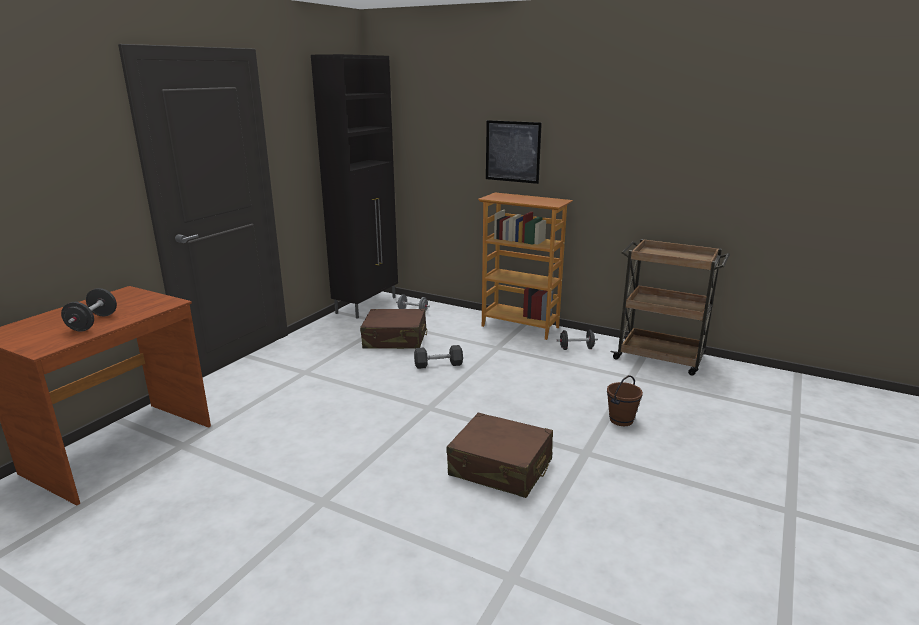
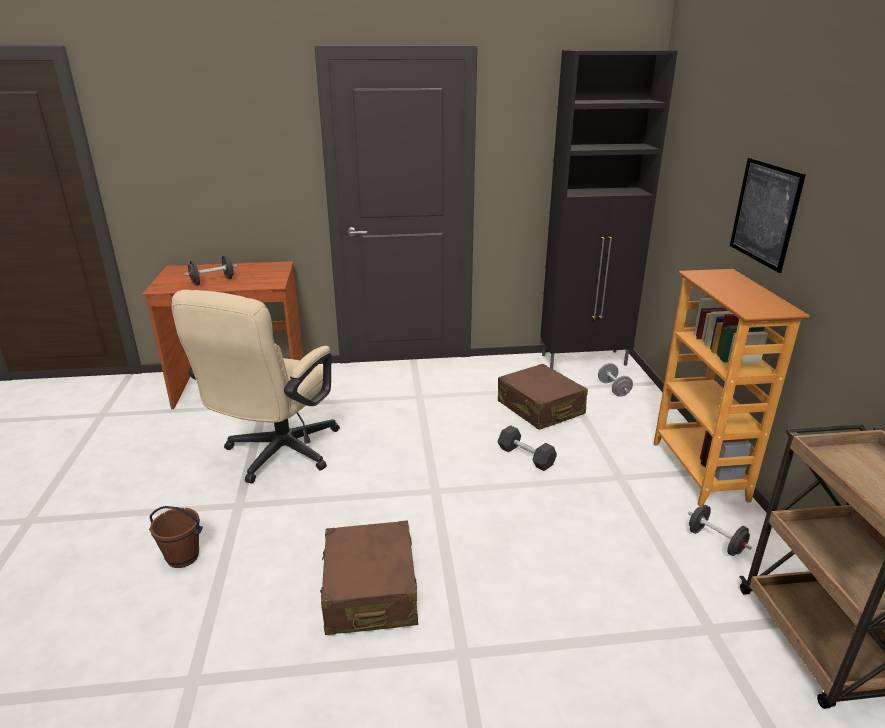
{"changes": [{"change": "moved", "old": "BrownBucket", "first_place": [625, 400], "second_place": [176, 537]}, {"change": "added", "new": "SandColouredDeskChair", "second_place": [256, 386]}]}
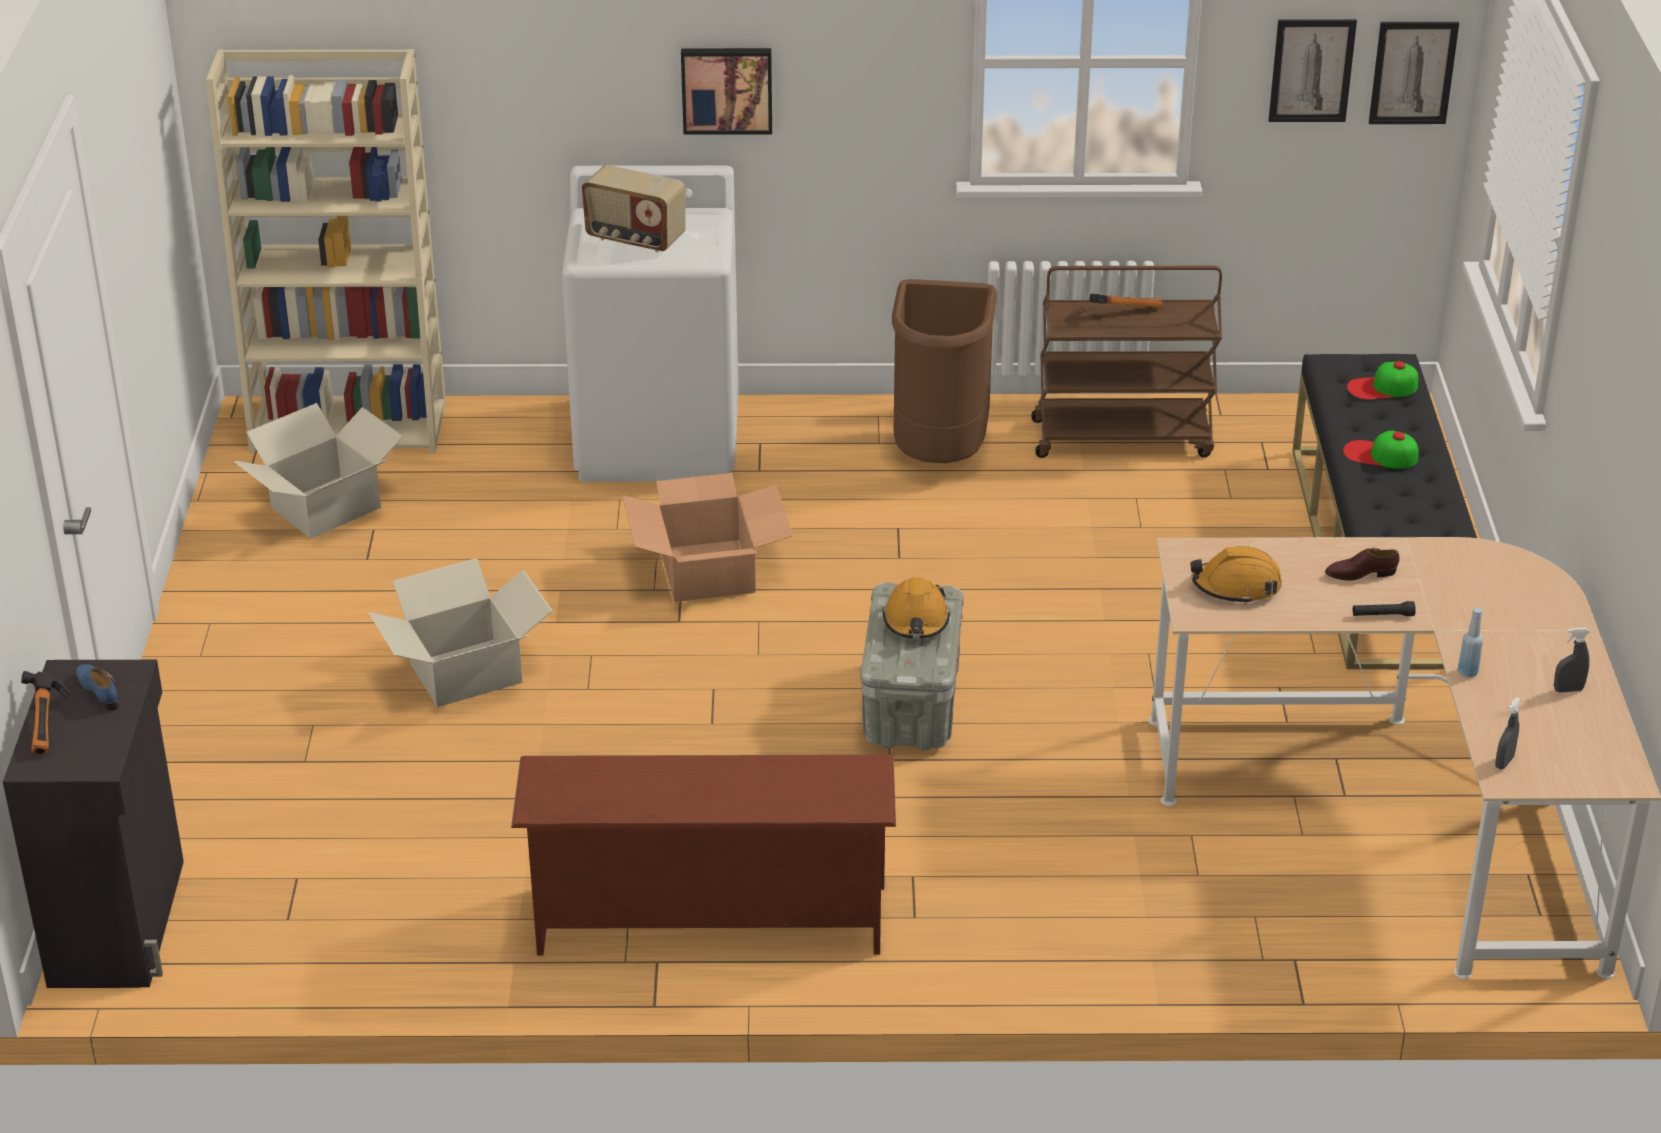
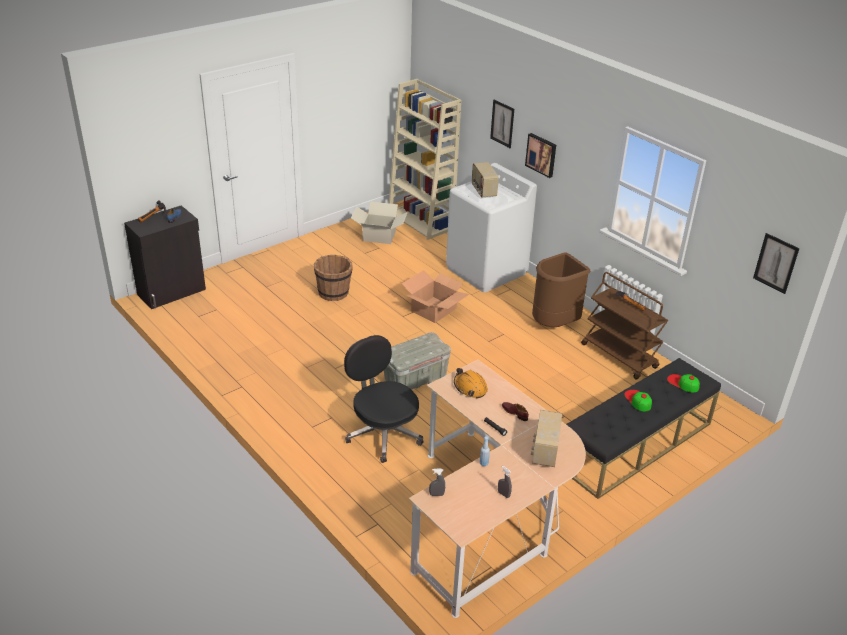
{"changes": [{"change": "replaced", "old": "PackingBox", "new": "BrownBucket", "first_place": [460, 632], "second_place": [333, 278]}, {"change": "added", "new": "BlackDeskChair", "second_place": [384, 399]}, {"change": "moved", "old": "WallArt", "first_place": [1312, 70], "second_place": [502, 124]}, {"change": "added", "new": "RadioSet", "second_place": [546, 438]}, {"change": "removed", "old": "BrownShoeStand", "first_place": [703, 855]}, {"change": "removed", "old": "OrangeSafetyHelmet", "first_place": [916, 608]}]}
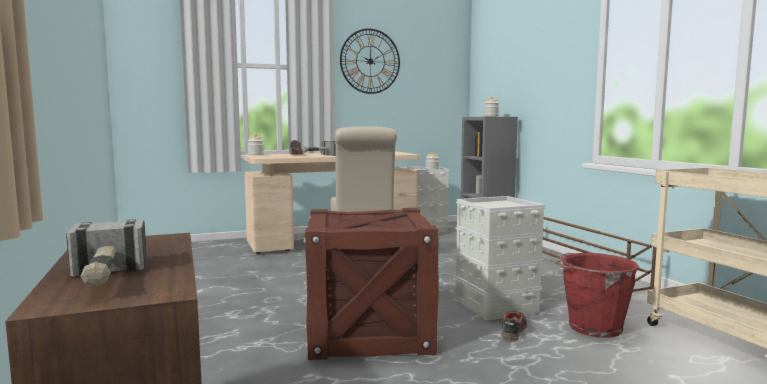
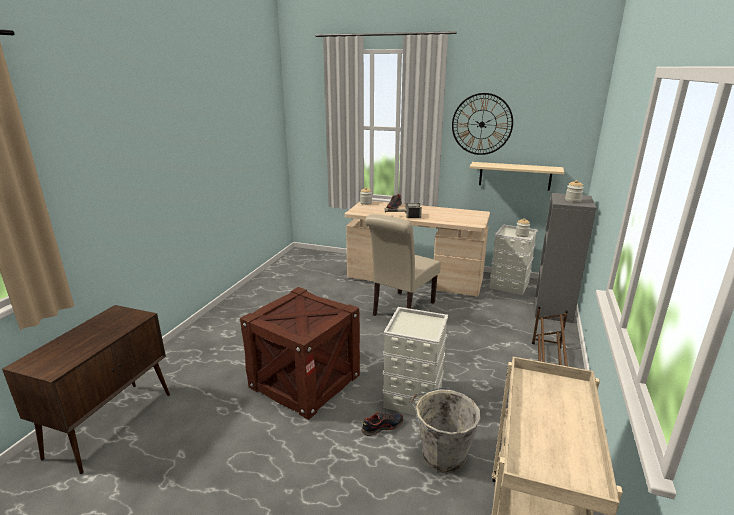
{"changes": [{"change": "recoloured", "old": "RedBucket", "new": "GreyBucket", "first_place": [597, 295], "second_place": [445, 430]}, {"change": "added", "new": "SandColouredBracketShelf", "second_place": [517, 176]}, {"change": "removed", "old": "ToolHammer", "first_place": [106, 253]}]}
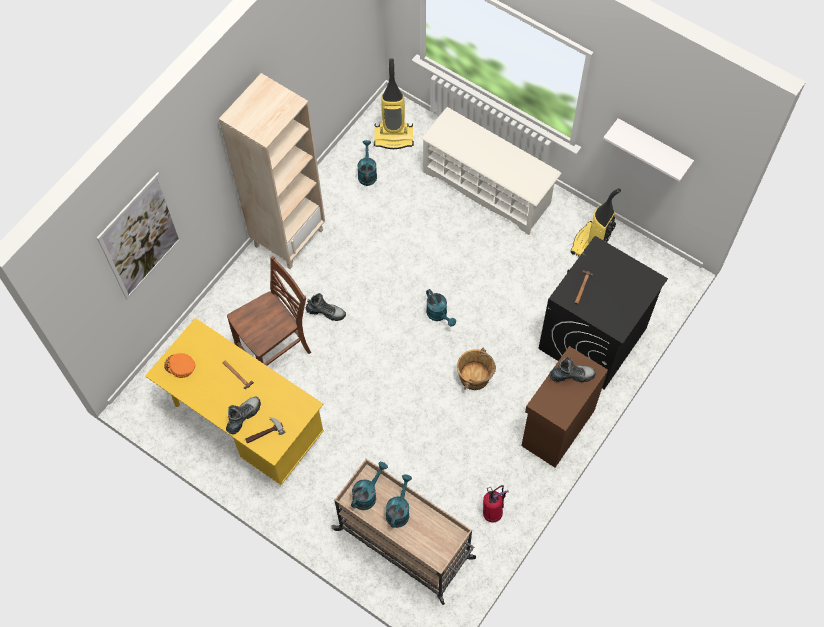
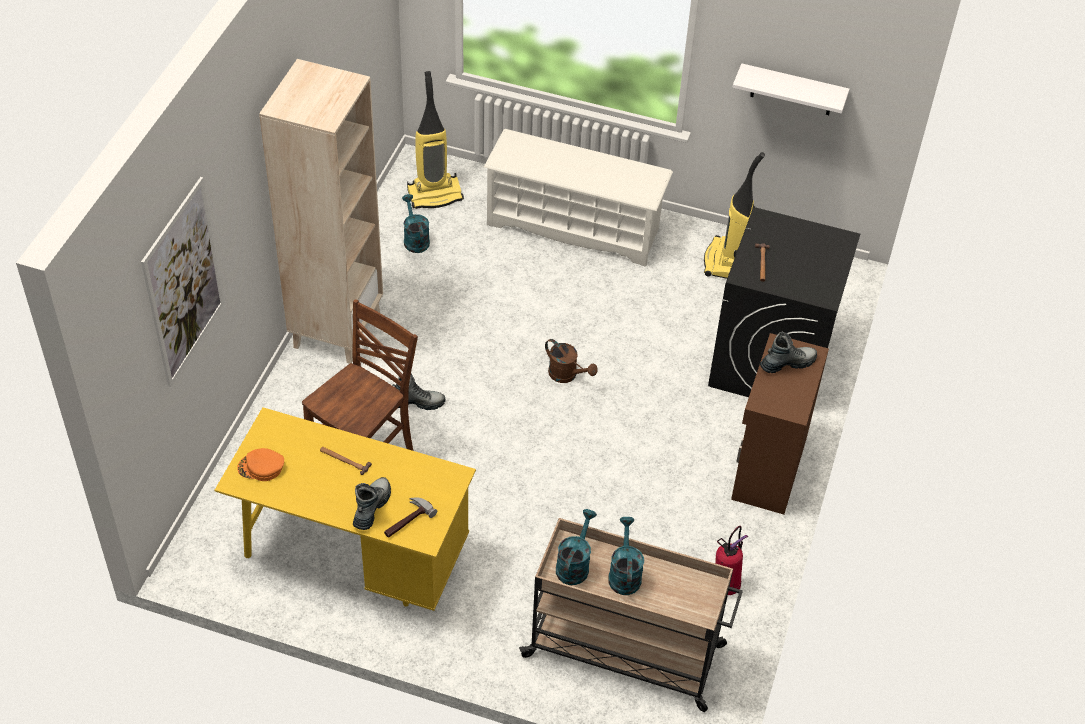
{"changes": [{"change": "recoloured", "old": "TurquoiseColouredWateringCan", "new": "BrownWateringCan", "first_place": [441, 307], "second_place": [571, 361]}, {"change": "removed", "old": "BrownBucket", "first_place": [476, 369]}]}
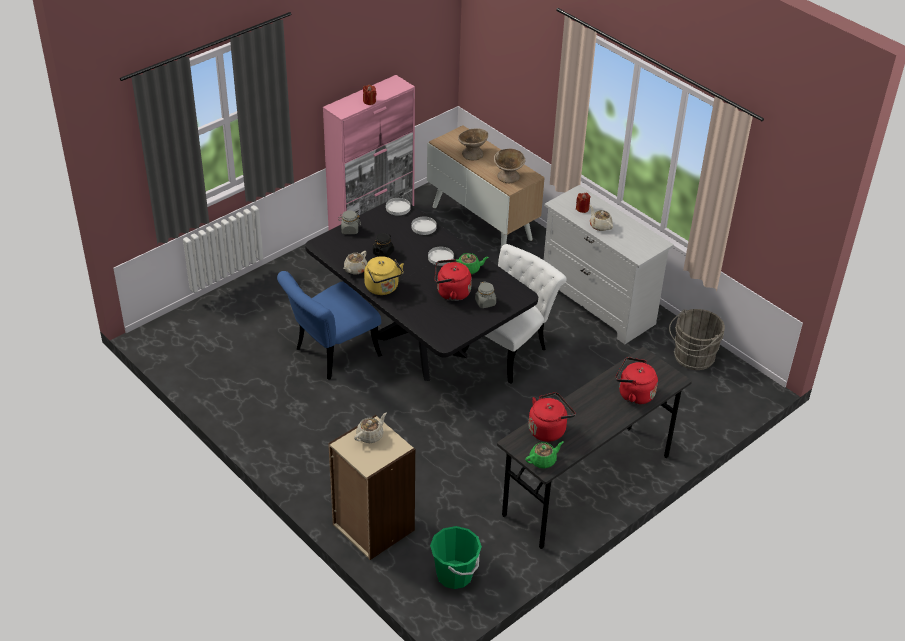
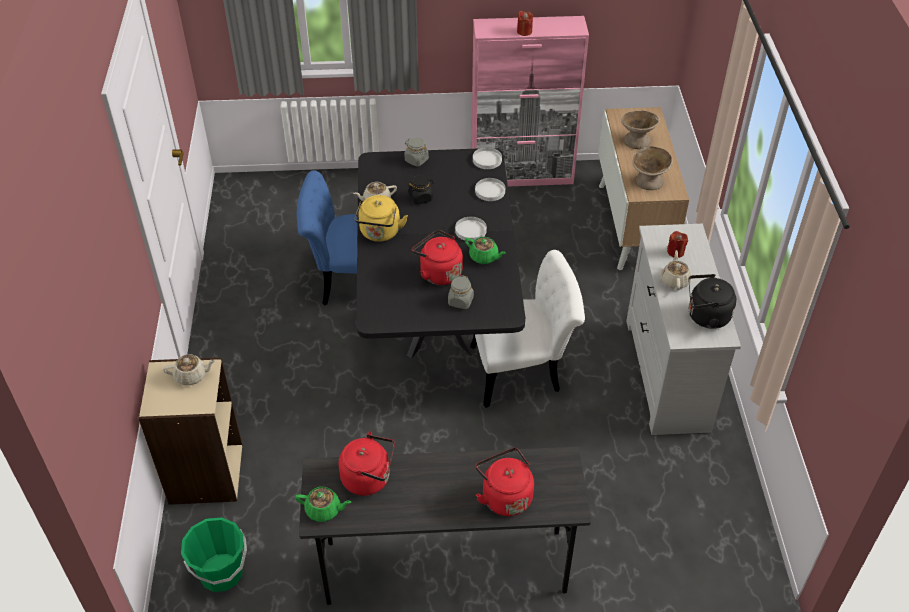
{"changes": [{"change": "added", "new": "BlackWaterKettle", "second_place": [713, 301]}, {"change": "removed", "old": "GreyBucket", "first_place": [697, 339]}]}
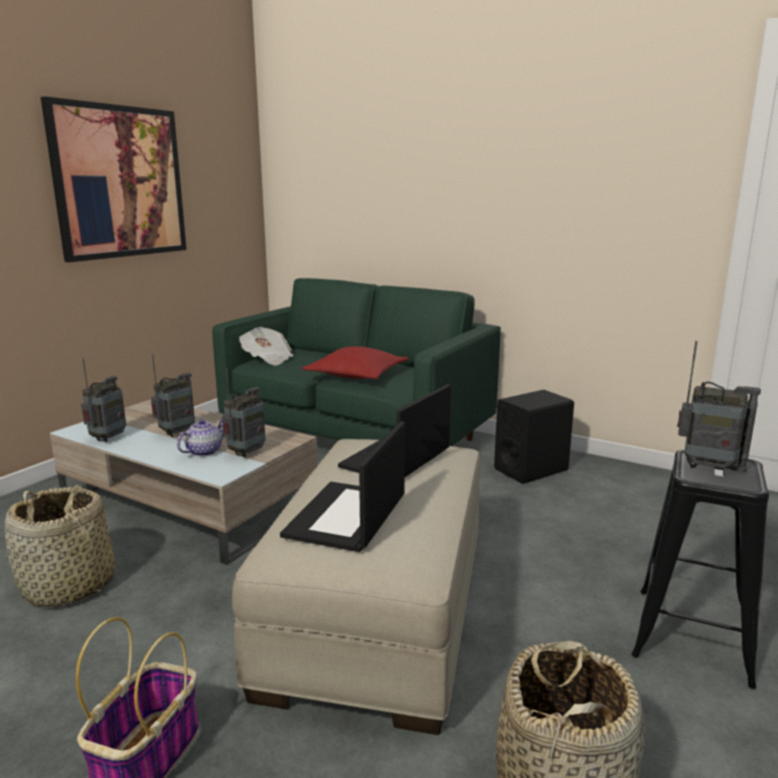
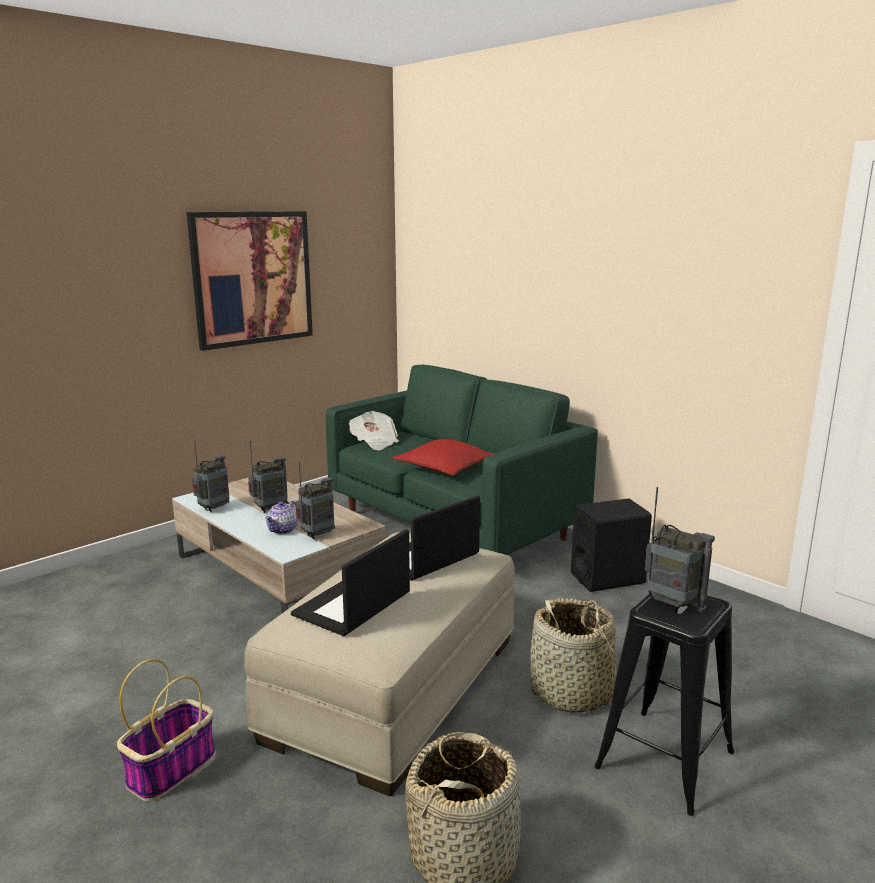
{"changes": [{"change": "turned", "old": "PotForTea", "first_place": [200, 438], "second_place": [281, 517], "degrees": 150}, {"change": "moved", "old": "StorageBasket", "first_place": [60, 546], "second_place": [574, 655]}]}
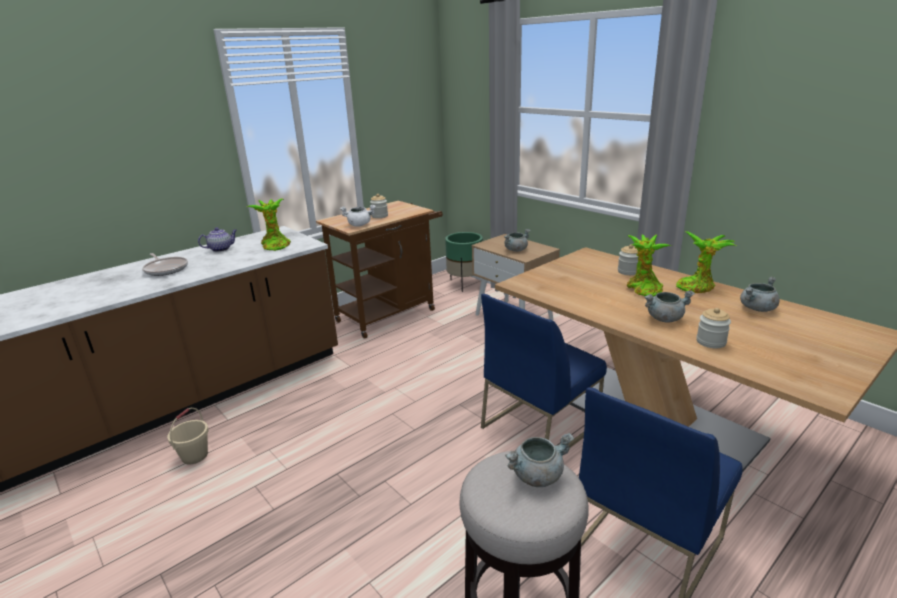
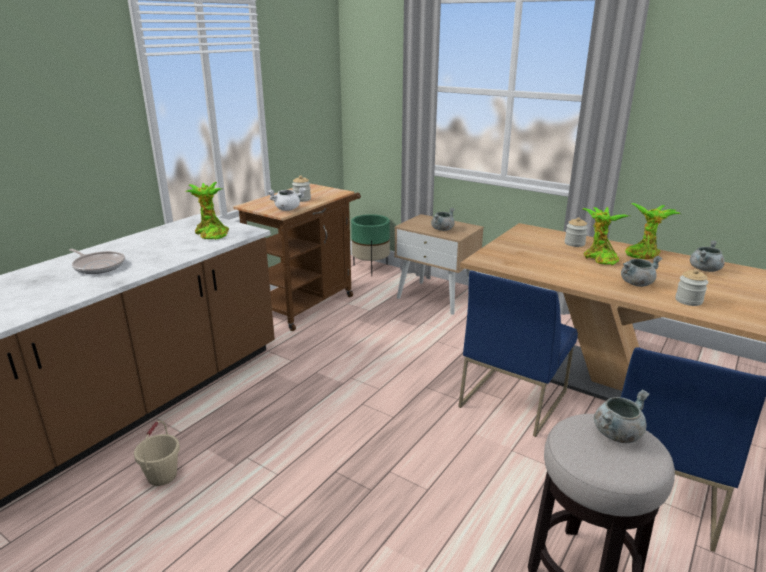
{"changes": [{"change": "removed", "old": "PotForTea", "first_place": [217, 240]}]}
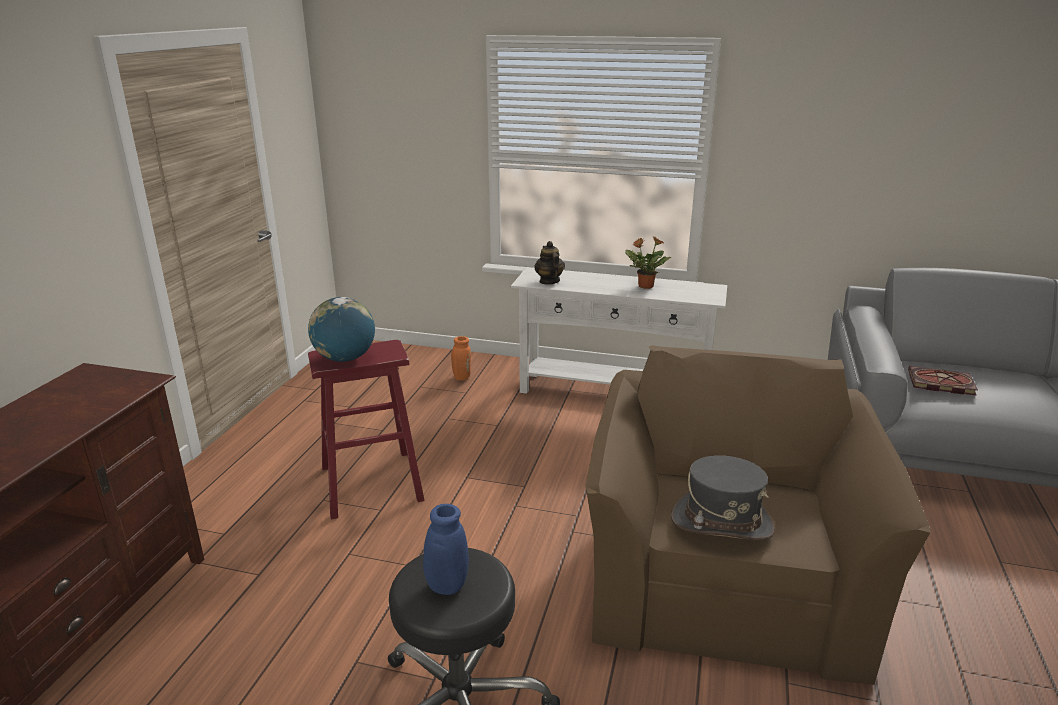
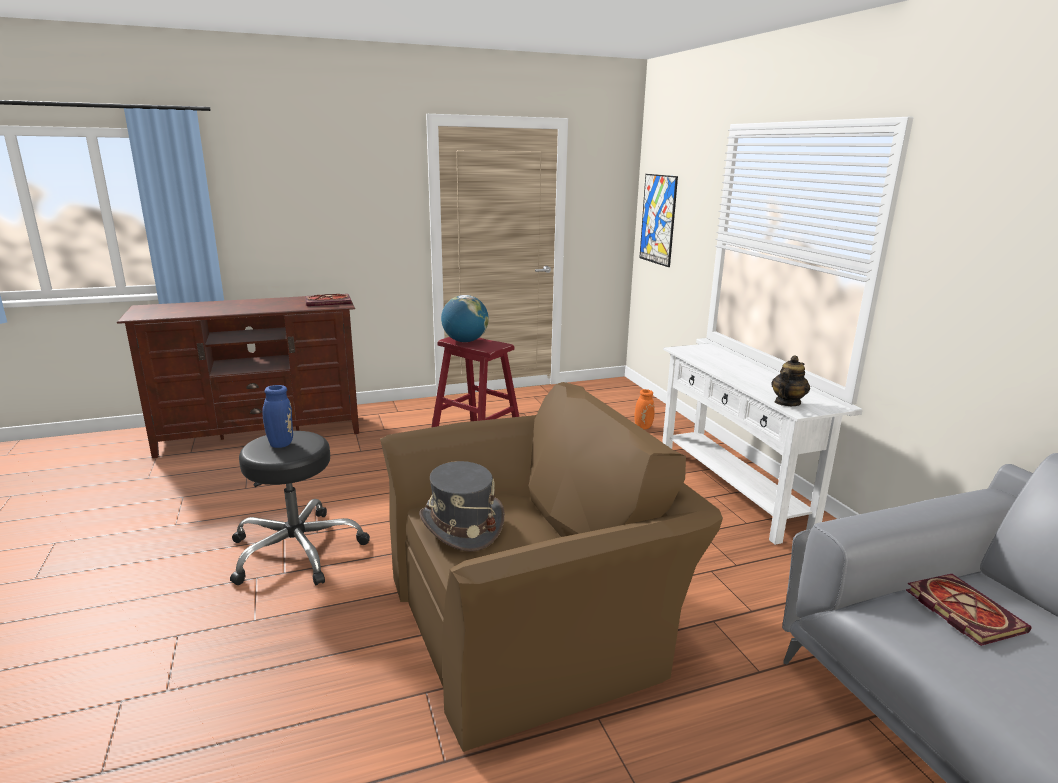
{"changes": [{"change": "added", "new": "BoundBook", "second_place": [328, 300]}, {"change": "added", "new": "WallArt", "second_place": [658, 220]}, {"change": "moved", "old": "PotForTea", "first_place": [550, 263], "second_place": [790, 380]}, {"change": "removed", "old": "Houseplant", "first_place": [648, 262]}]}
